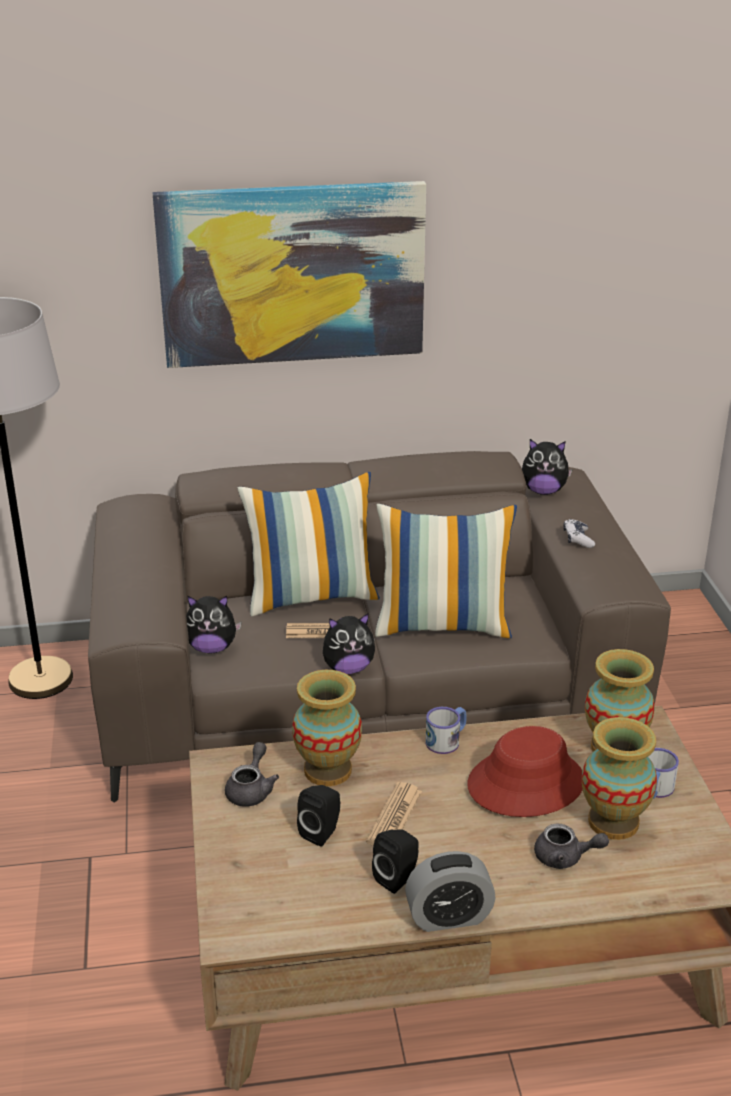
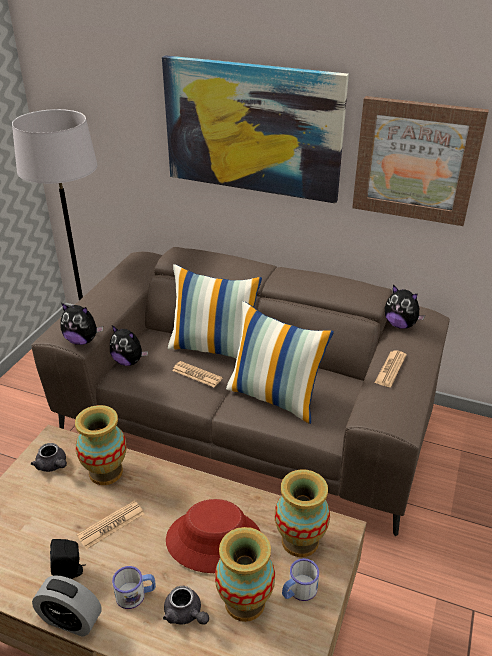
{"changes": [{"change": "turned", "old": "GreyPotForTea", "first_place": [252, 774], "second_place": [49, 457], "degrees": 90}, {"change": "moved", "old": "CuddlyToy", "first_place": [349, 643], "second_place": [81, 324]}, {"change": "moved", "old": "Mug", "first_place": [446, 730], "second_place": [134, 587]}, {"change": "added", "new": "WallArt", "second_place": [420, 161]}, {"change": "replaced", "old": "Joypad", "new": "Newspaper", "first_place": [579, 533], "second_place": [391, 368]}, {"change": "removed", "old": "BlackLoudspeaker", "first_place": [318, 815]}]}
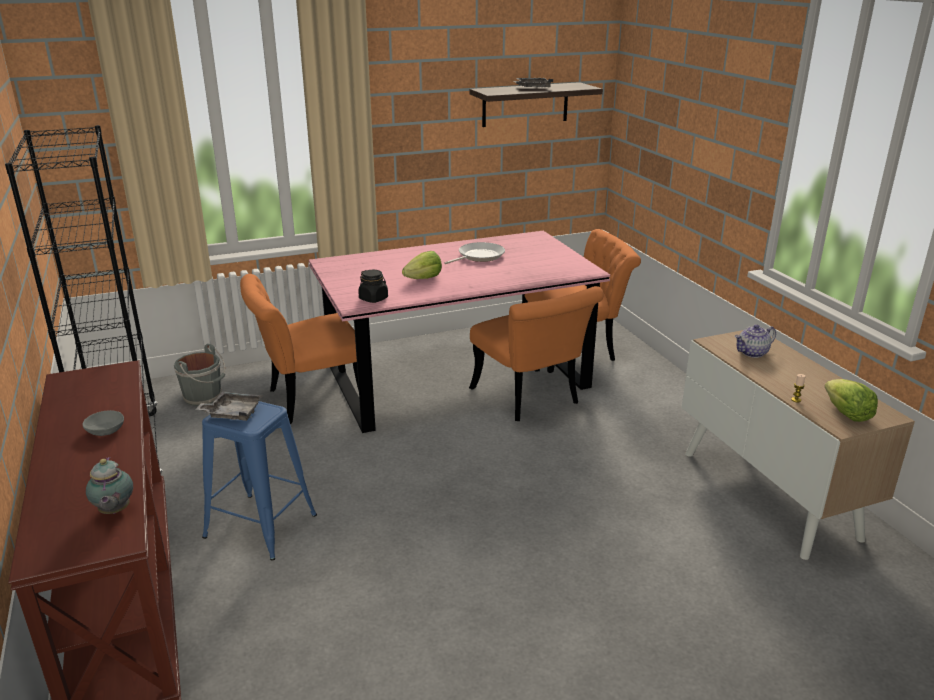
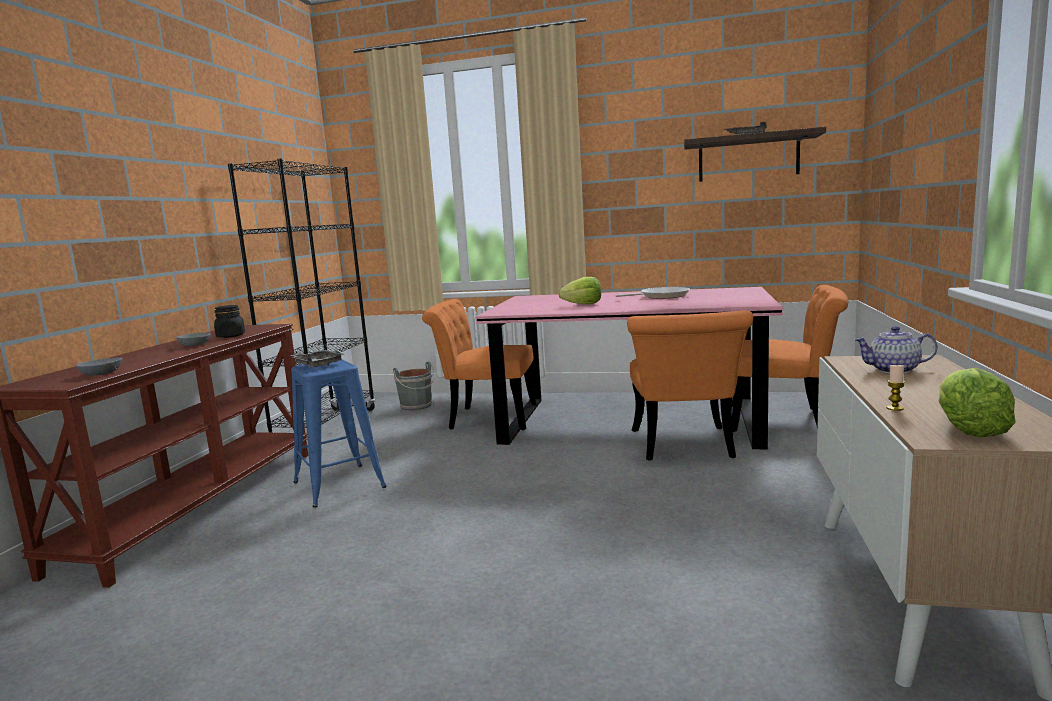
{"changes": [{"change": "replaced", "old": "PotForTea", "new": "GreyDeepDish", "first_place": [109, 485], "second_place": [99, 366]}, {"change": "moved", "old": "BlackJar", "first_place": [373, 286], "second_place": [229, 321]}]}
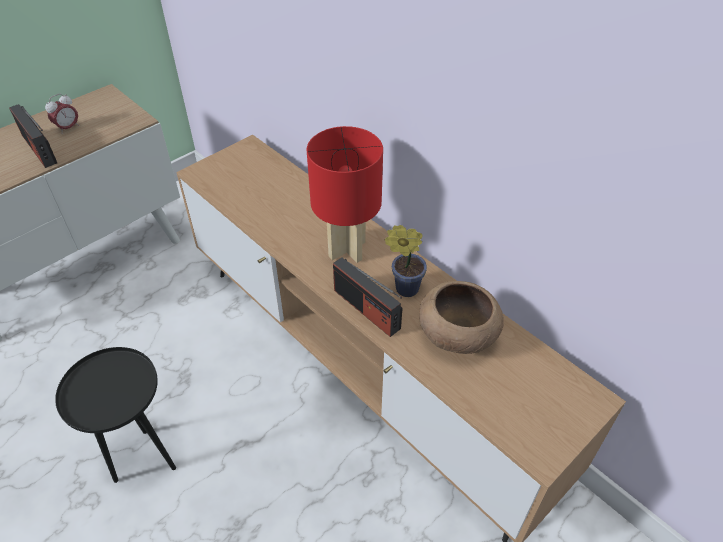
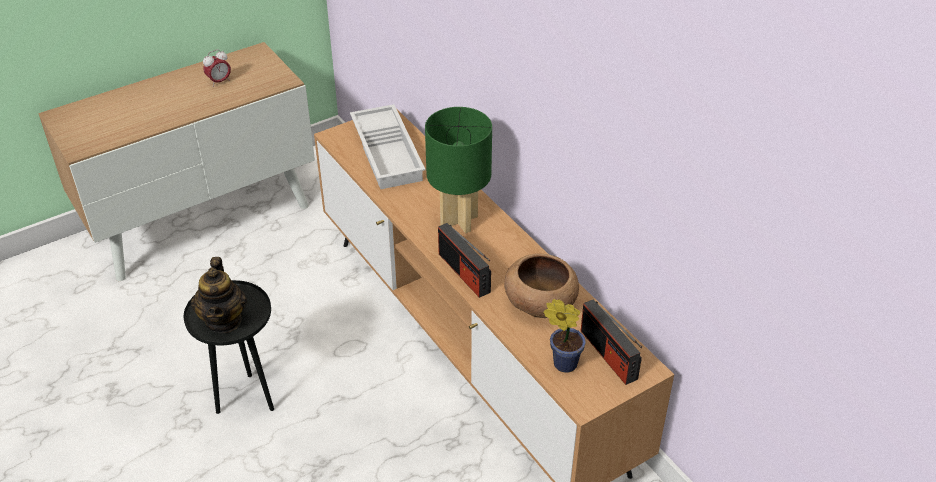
{"changes": [{"change": "added", "new": "PotForTea", "second_place": [219, 295]}, {"change": "added", "new": "WhitishTray", "second_place": [387, 146]}, {"change": "recoloured", "old": "RedTabletopLamp", "new": "GreenishTabletopLamp", "first_place": [344, 194], "second_place": [458, 170]}, {"change": "moved", "old": "Houseplant", "first_place": [405, 261], "second_place": [564, 336]}, {"change": "moved", "old": "RadioSet", "first_place": [33, 136], "second_place": [611, 342]}]}
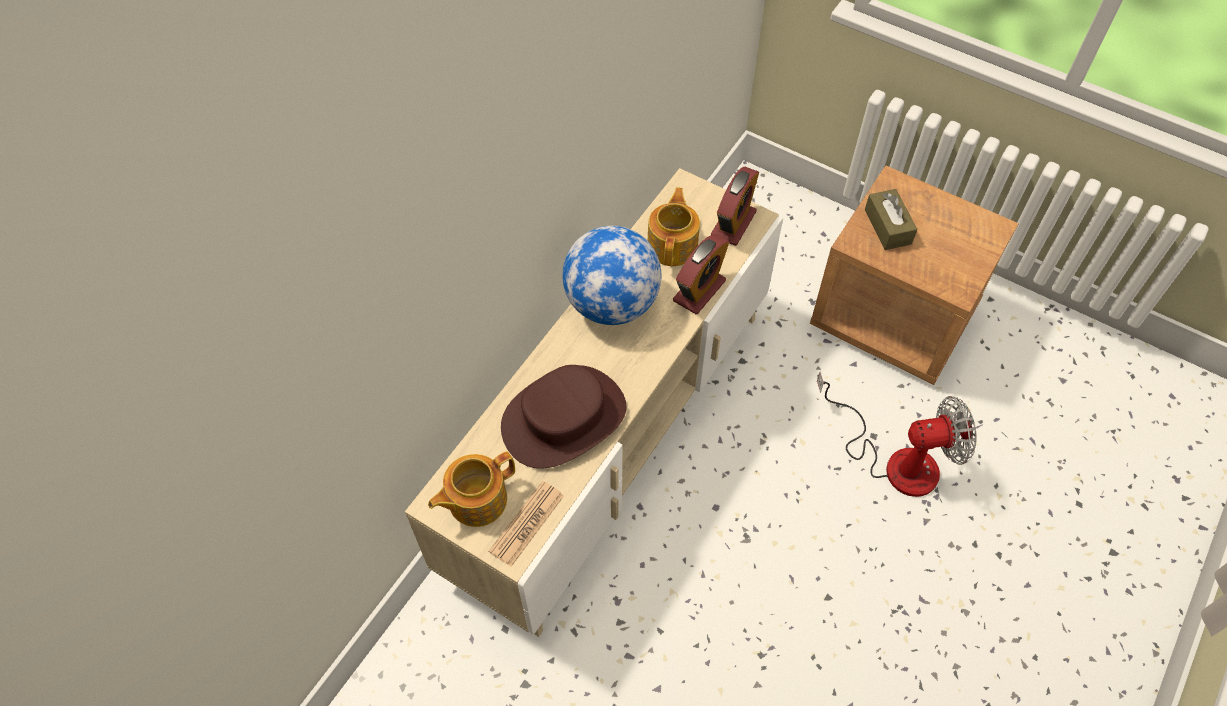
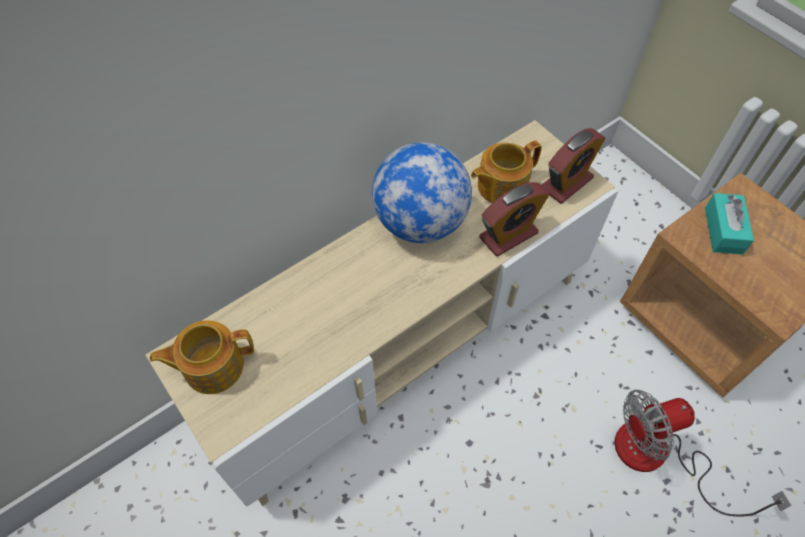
{"changes": [{"change": "turned", "old": "PotForTea", "first_place": [673, 226], "second_place": [506, 171], "degrees": -150}, {"change": "turned", "old": "ElectricFan", "first_place": [897, 434], "second_place": [703, 453], "degrees": 150}, {"change": "recoloured", "old": "BrownTissueHolder", "new": "TurquoiseColouredTissueHolder", "first_place": [891, 219], "second_place": [729, 224]}, {"change": "removed", "old": "Newspaper", "first_place": [526, 524]}, {"change": "removed", "old": "BrownClothingHat", "first_place": [563, 417]}]}
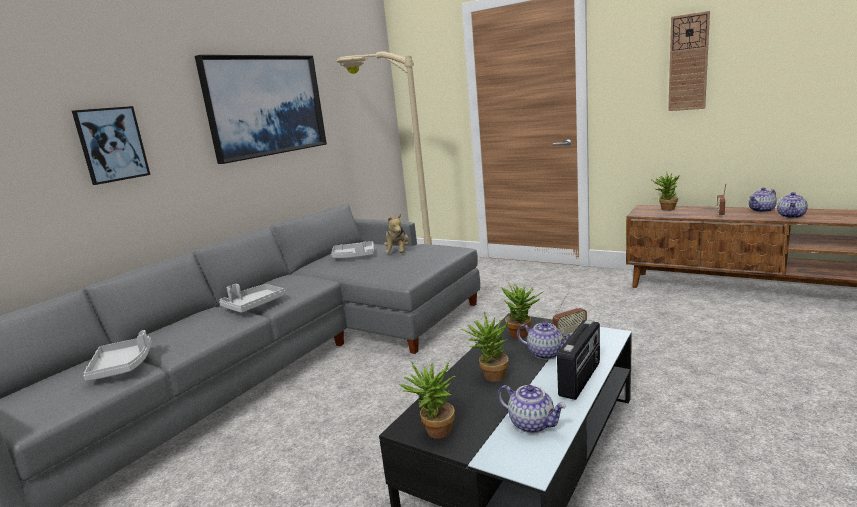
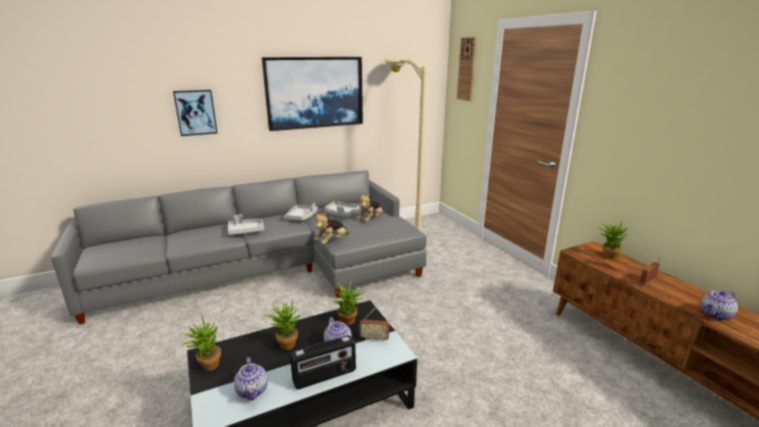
{"changes": [{"change": "moved", "old": "GreyTray", "first_place": [117, 355], "second_place": [301, 211]}, {"change": "added", "new": "CuddlyToy", "second_place": [332, 228]}, {"change": "moved", "old": "ClockOnTheWall", "first_place": [689, 61], "second_place": [466, 69]}, {"change": "removed", "old": "PotForTea", "first_place": [763, 200]}]}
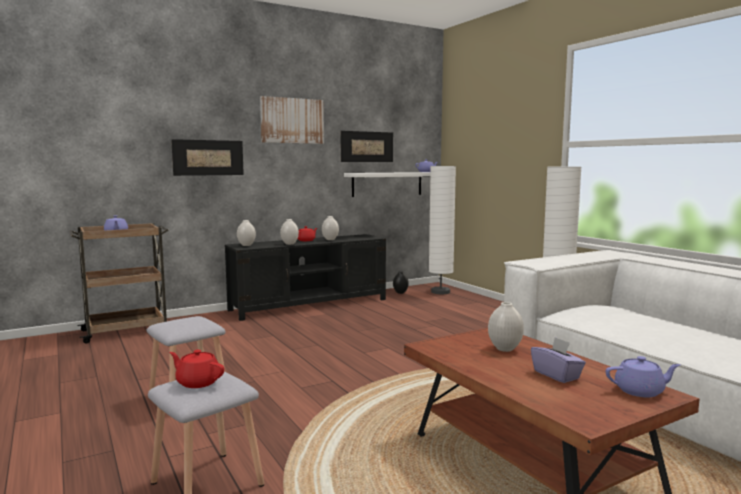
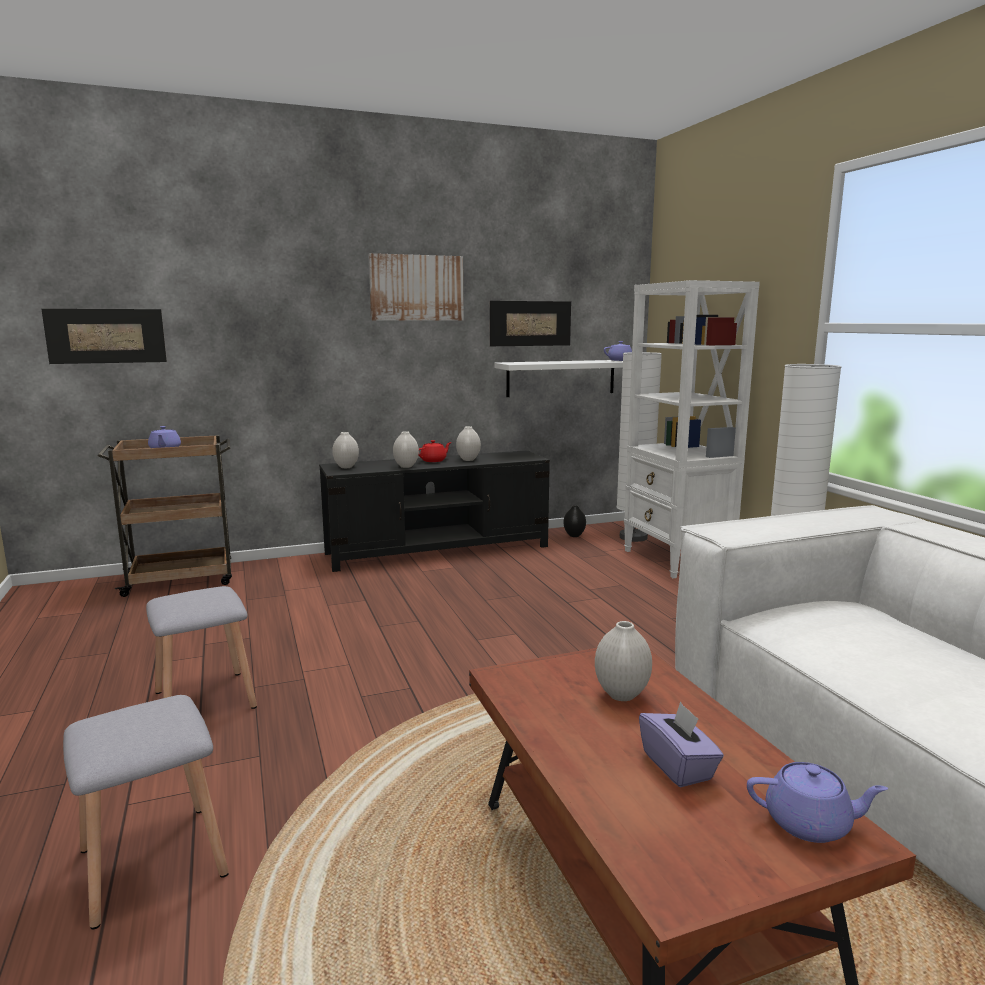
{"changes": [{"change": "moved", "old": "WallArt", "first_place": [207, 157], "second_place": [104, 336]}, {"change": "added", "new": "WhitishBookcase", "second_place": [692, 429]}, {"change": "removed", "old": "RedPotForTea", "first_place": [197, 369]}]}
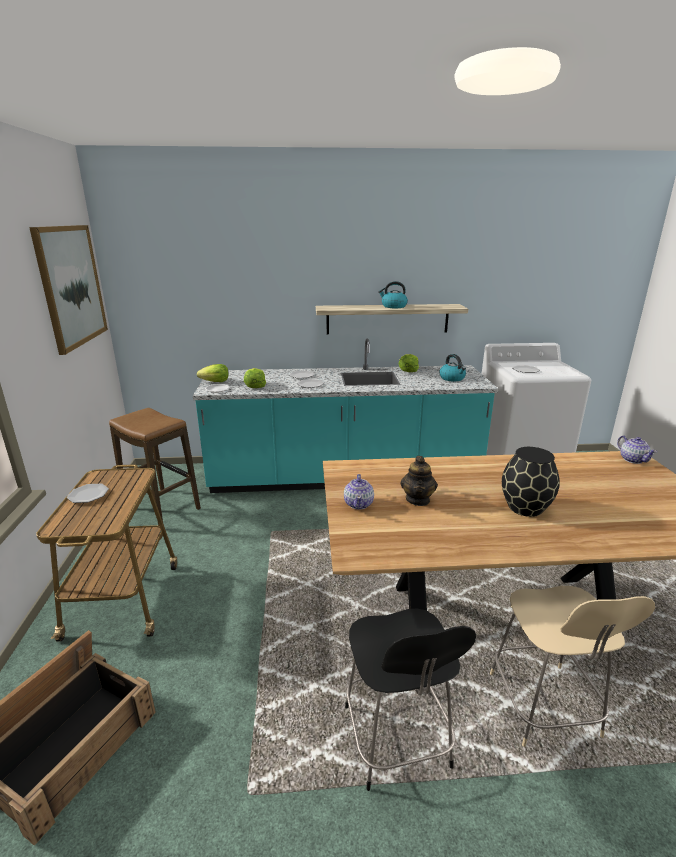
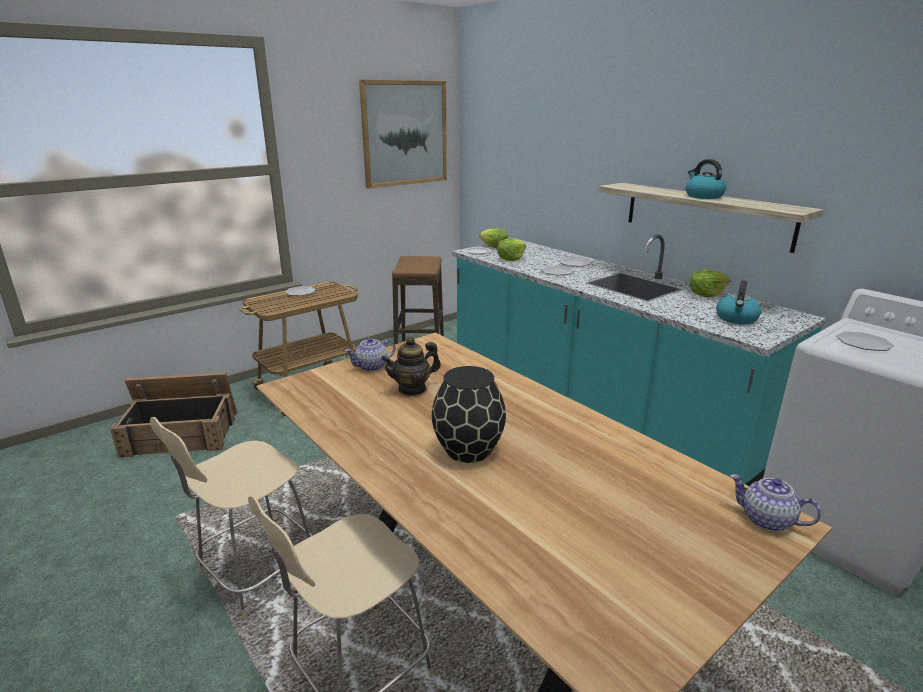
{"changes": [{"change": "recoloured", "old": "BlackPlainChair", "new": "SandColouredPlainChair", "first_place": [410, 699], "second_place": [231, 518]}, {"change": "turned", "old": "PotForTea", "first_place": [637, 450], "second_place": [775, 503], "degrees": 90}]}
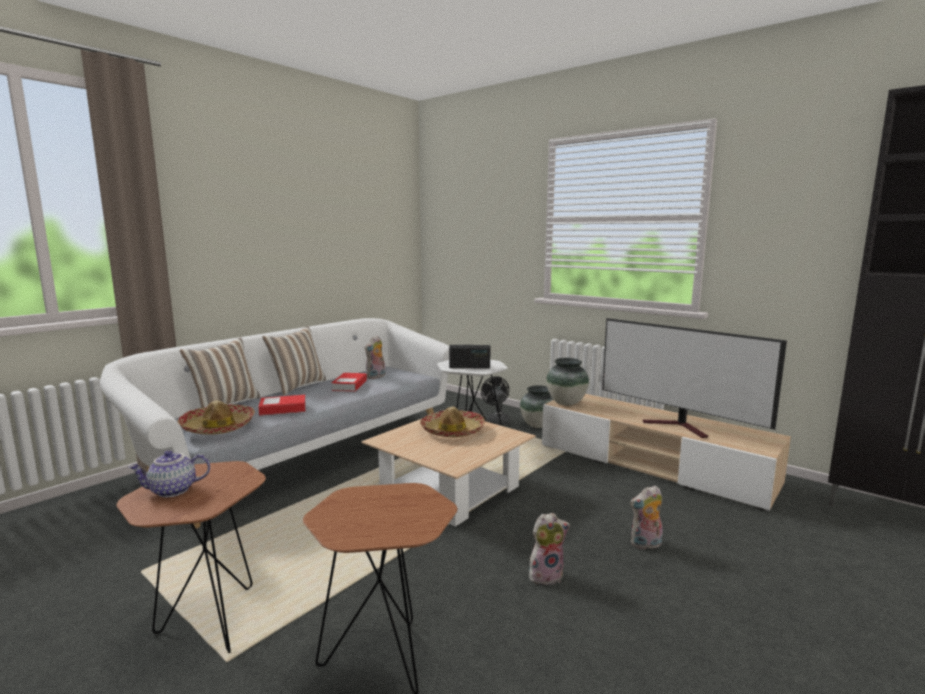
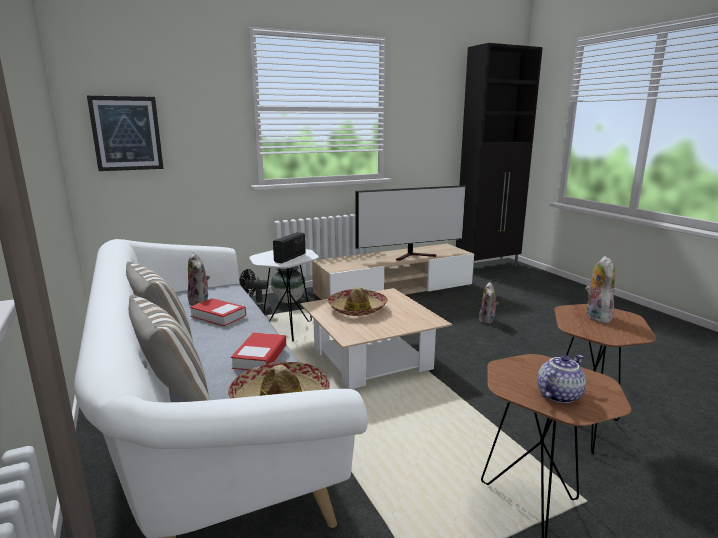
{"changes": [{"change": "added", "new": "WallArt", "second_place": [125, 133]}, {"change": "turned", "old": "PotForTea", "first_place": [169, 473], "second_place": [562, 379], "degrees": -135}, {"change": "moved", "old": "CuddlyToy", "first_place": [549, 549], "second_place": [600, 289]}, {"change": "removed", "old": "Vase", "first_place": [567, 381]}]}
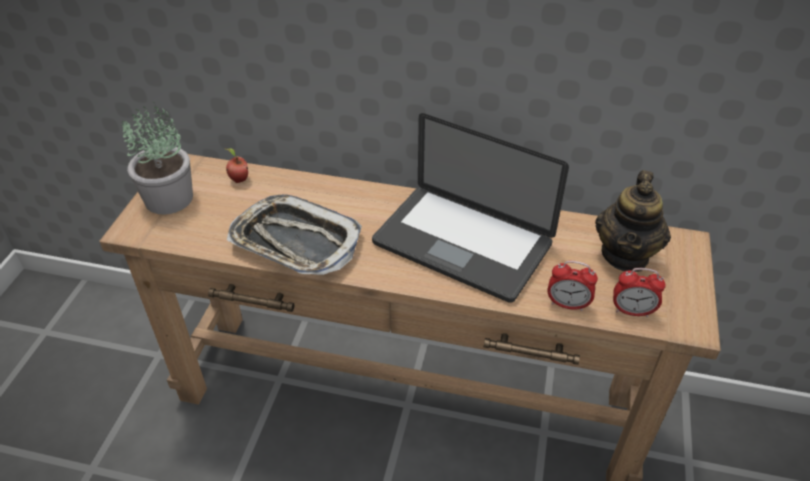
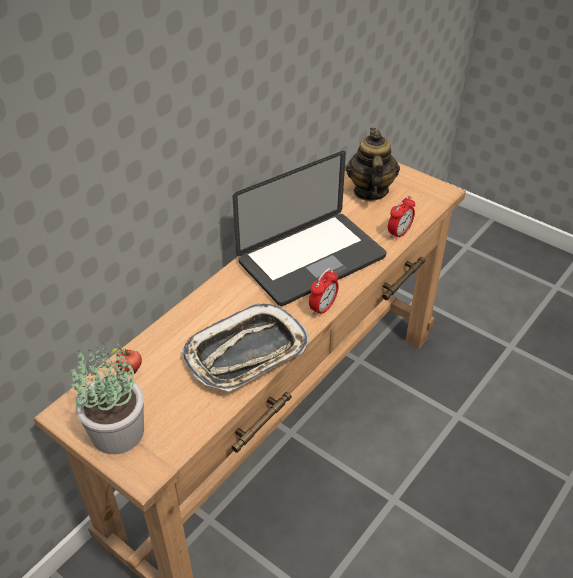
{"changes": [{"change": "moved", "old": "BedsideClock", "first_place": [639, 292], "second_place": [324, 292]}, {"change": "turned", "old": "PotForTea", "first_place": [633, 221], "second_place": [373, 164], "degrees": -135}]}
